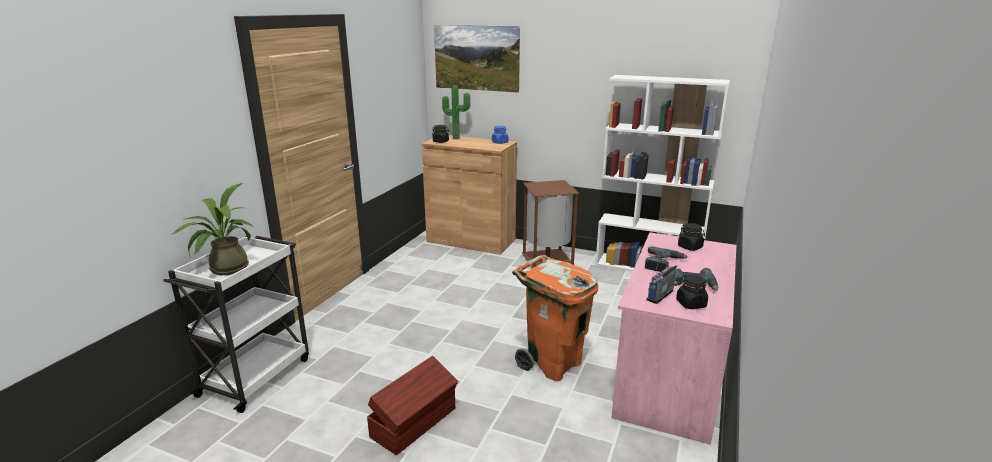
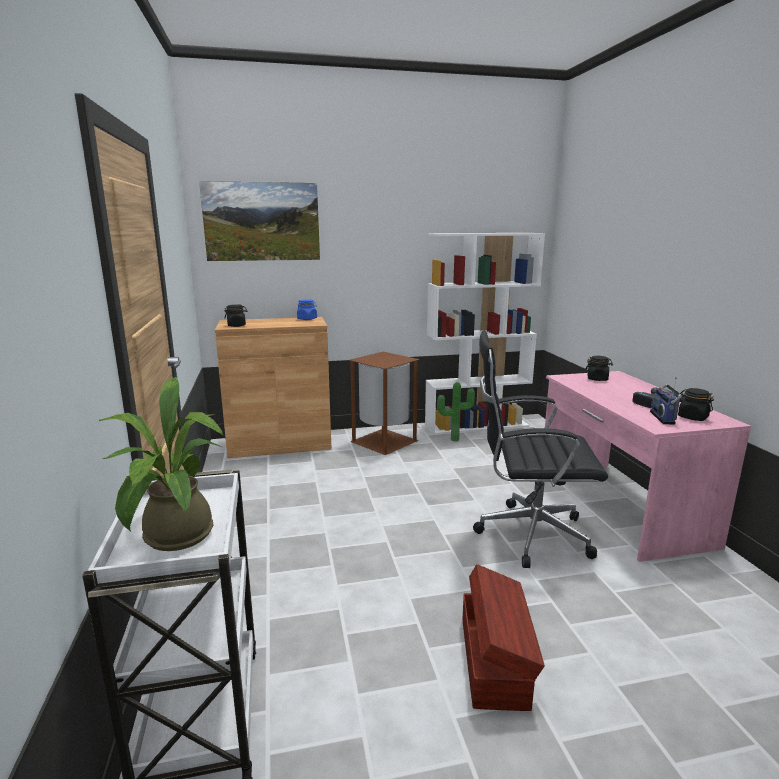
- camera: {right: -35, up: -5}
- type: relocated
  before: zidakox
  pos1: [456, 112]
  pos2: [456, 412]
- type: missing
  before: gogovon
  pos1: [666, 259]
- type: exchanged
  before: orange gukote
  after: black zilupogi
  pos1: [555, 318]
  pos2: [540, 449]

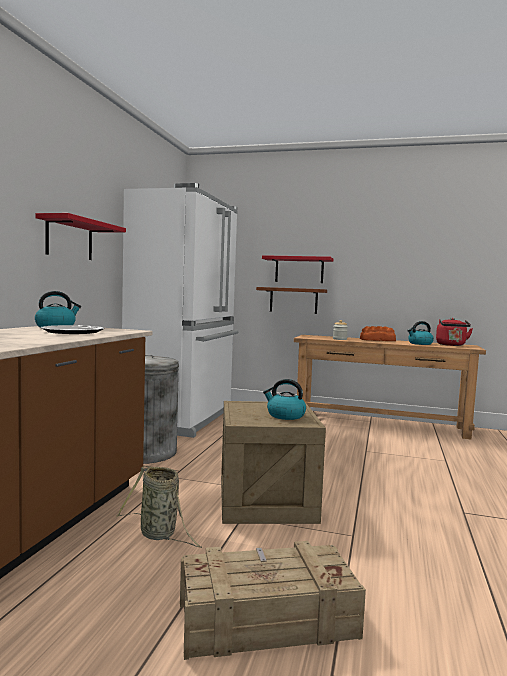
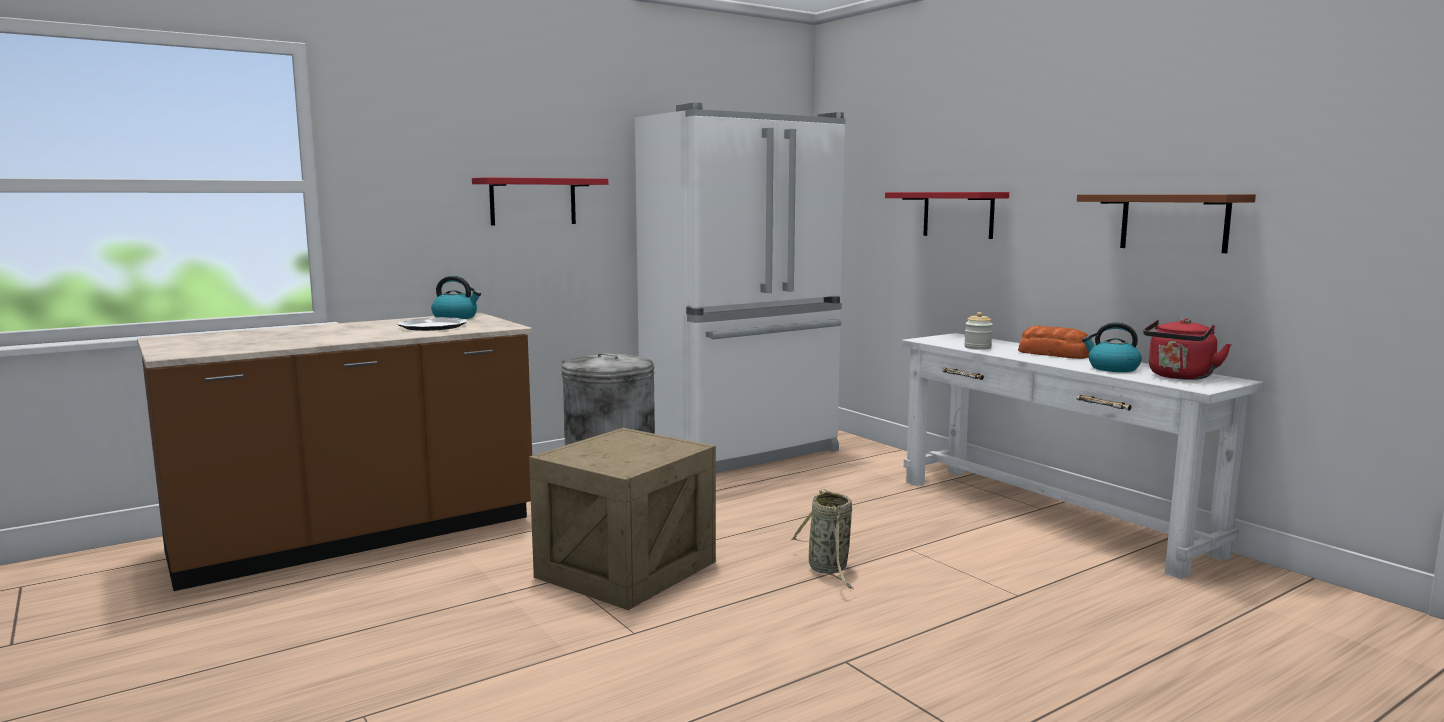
- camera: {right: 40, up: 5}
- type: relocated
  before: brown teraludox
  pos1: [291, 300]
  pos2: [1166, 223]
- type: colour
  before: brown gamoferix
  after: white gamoferix
  pos1: [390, 387]
  pos2: [1083, 456]
- type: missing
  before: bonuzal
  pos1: [284, 399]
- type: relocated
  before: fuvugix
  pos1: [159, 507]
  pos2: [822, 539]
- type: missing
  before: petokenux
  pos1: [273, 600]

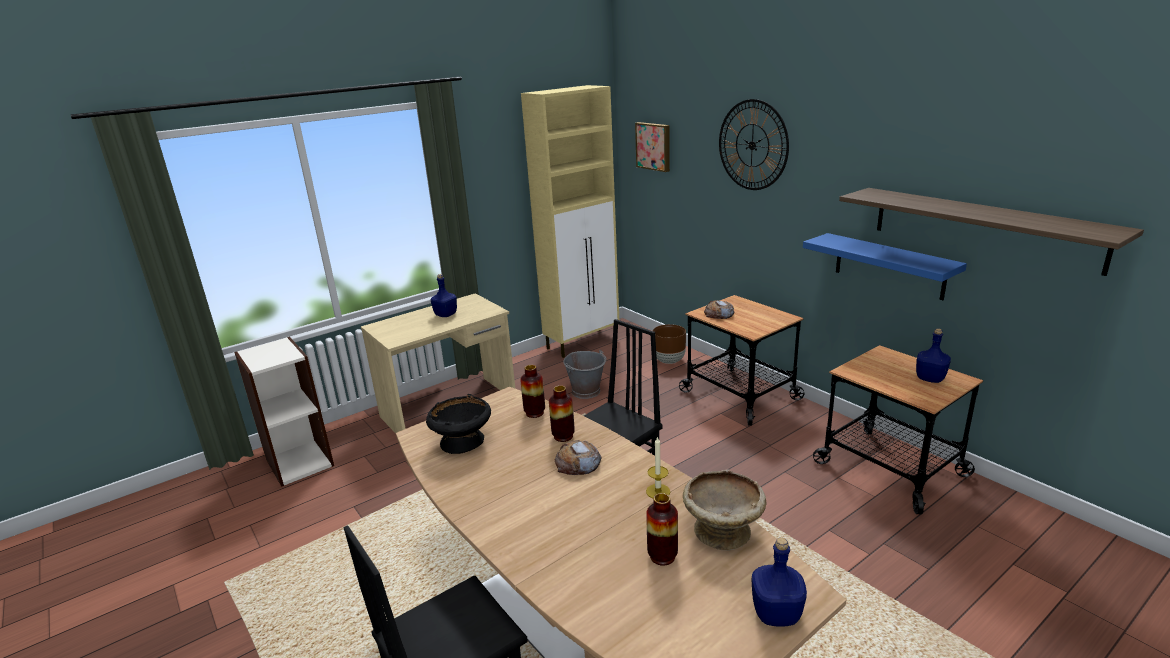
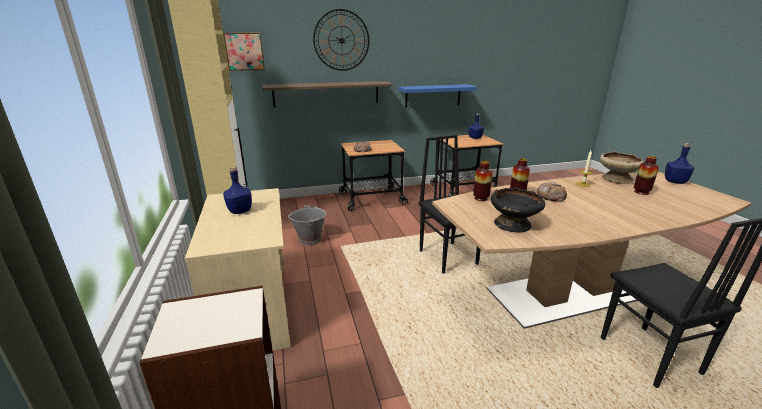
- camera: {right: -70, up: 0}
- type: relocated
  before: teraludox
  pos1: [991, 232]
  pos2: [327, 94]
- type: missing
  before: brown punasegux
  pos1: [669, 344]

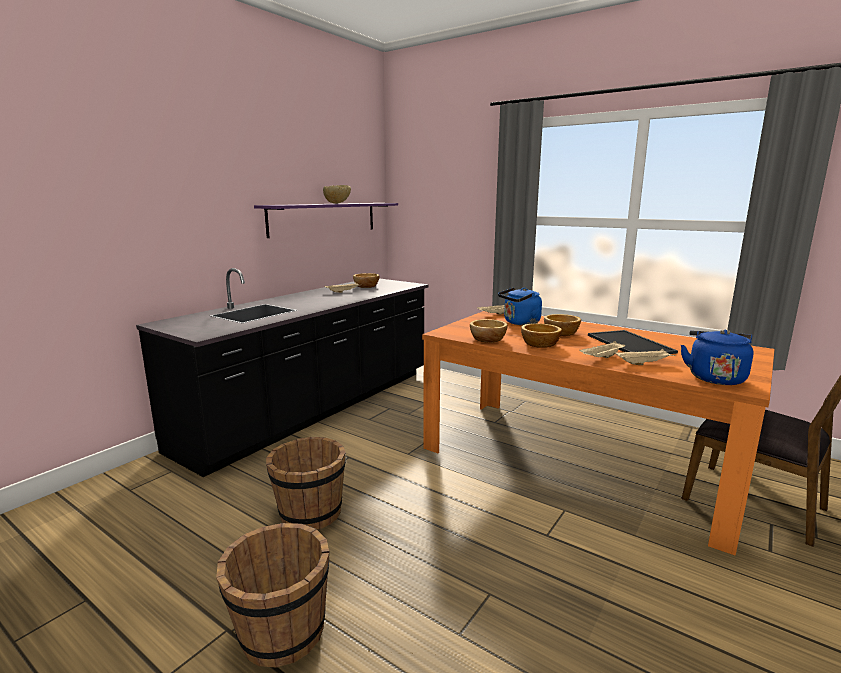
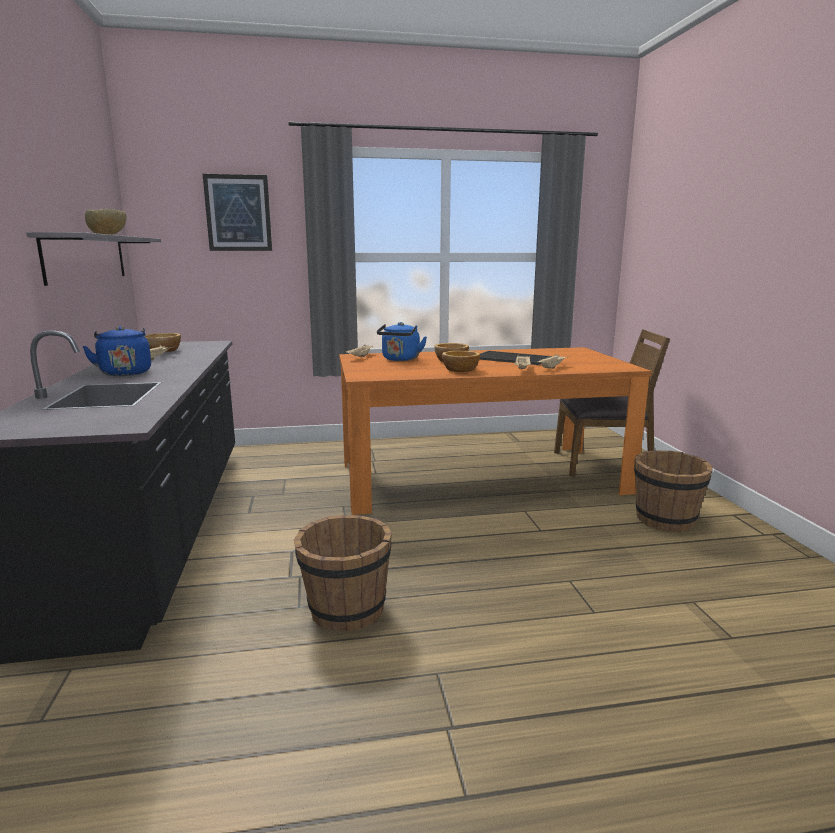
- camera: {right: -45, up: 0}
- type: colour
  before: purple teraludox
  after: grey teraludox
  pos1: [326, 220]
  pos2: [93, 259]
- type: missing
  before: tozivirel
  pos1: [489, 331]
- type: relocated
  before: blue bonuzal
  pos1: [717, 357]
  pos2: [116, 351]
- type: relocated
  before: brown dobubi
  pos1: [272, 595]
  pos2: [673, 491]
- type: appeared
  after: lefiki
  pos2: [237, 212]

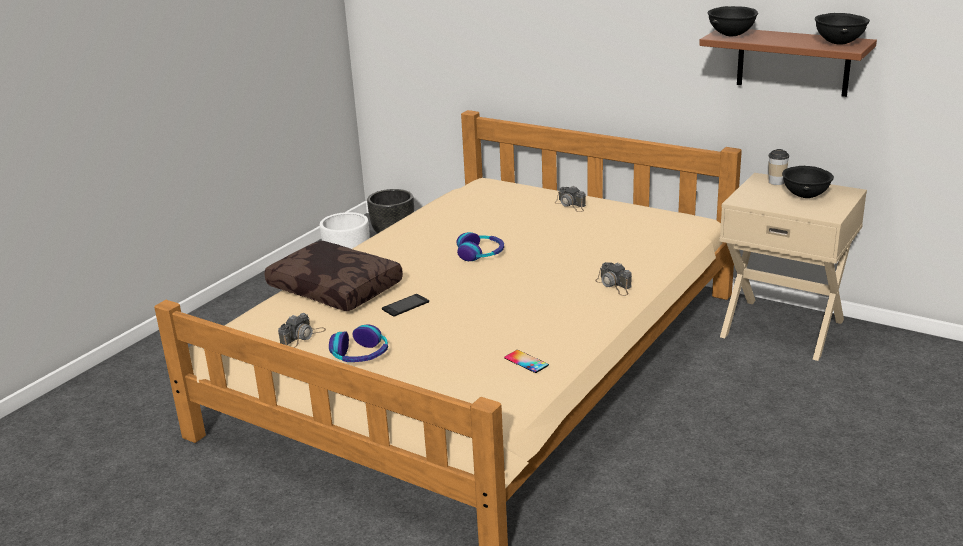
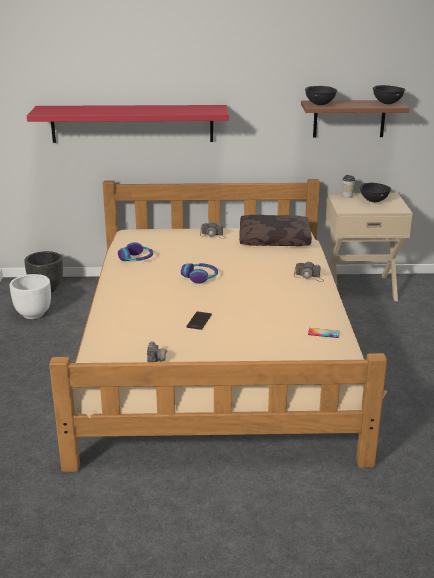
- camera: {right: -35, up: 0}
- type: relocated
  before: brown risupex
  pos1: [333, 276]
  pos2: [275, 230]
- type: relocated
  before: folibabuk
  pos1: [358, 343]
  pos2: [135, 251]
- type: appeared
  after: red teraludox
  pos2: [128, 124]

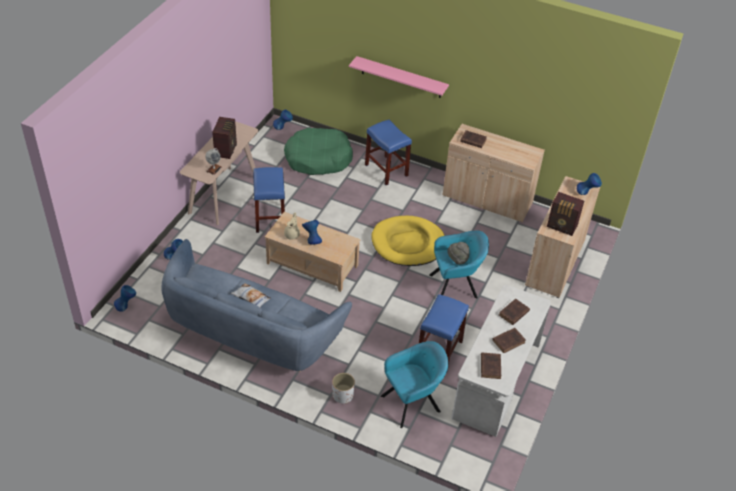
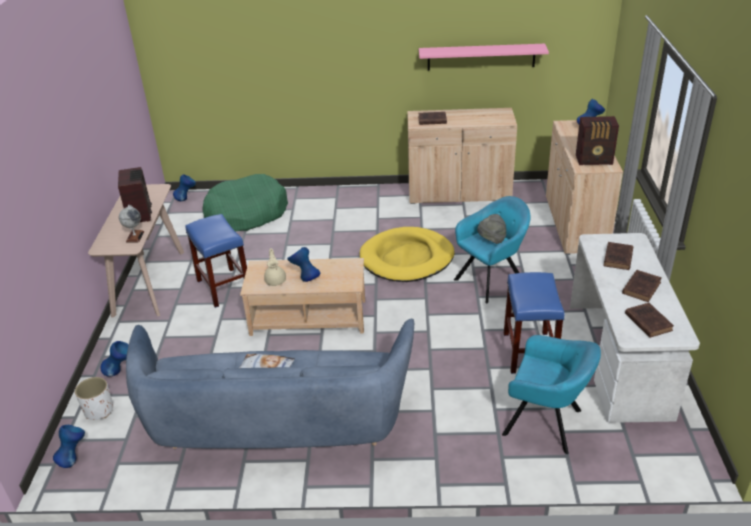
- camera: {right: -20, up: -10}
- type: relocated
  before: pink teraludox
  pos1: [399, 77]
  pos2: [484, 57]
- type: missing
  before: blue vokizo
  pos1: [388, 152]
- type: spun
  before: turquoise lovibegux
  pos1: [414, 384]
  pos2: [551, 394]
  turn: 75
- type: relocated
  before: white punasegux
  pos1: [343, 388]
  pos2: [94, 398]

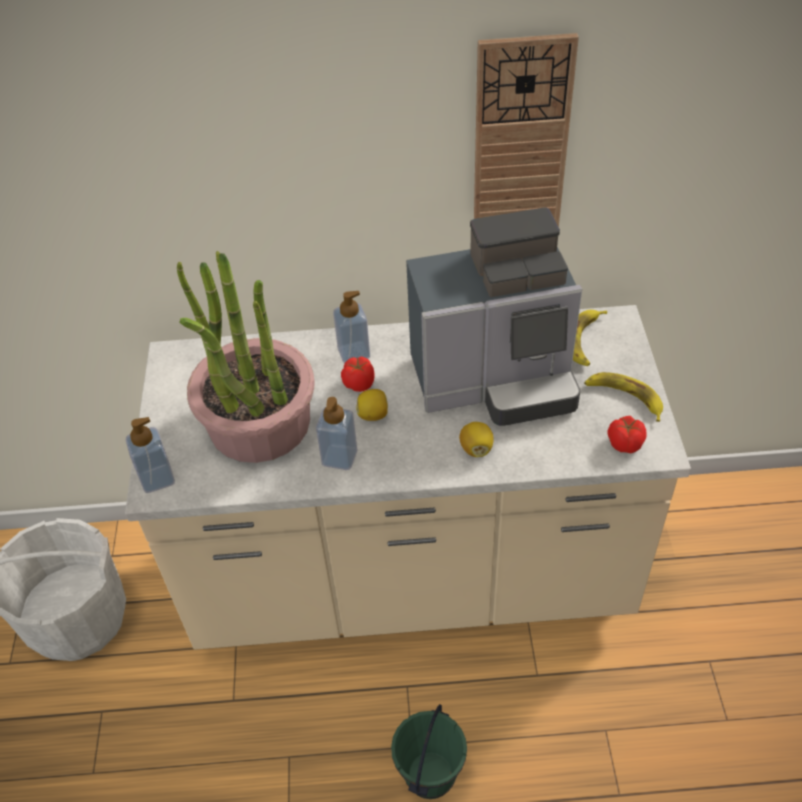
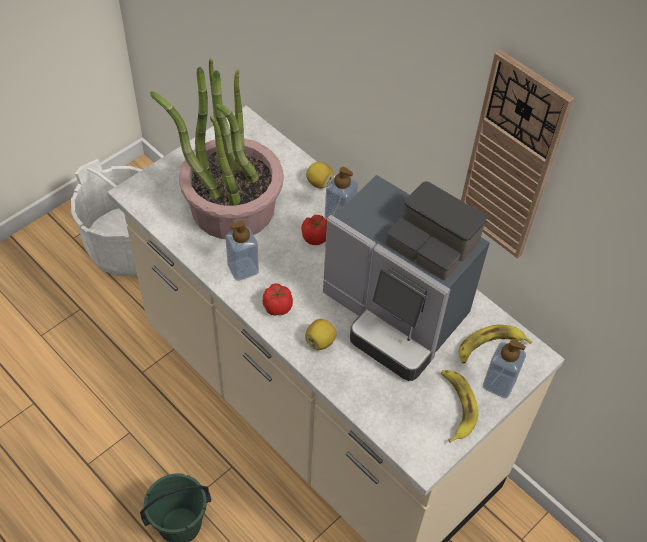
- camera: {right: 45, up: 5}
- type: relocated
  before: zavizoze
  pos1: [372, 405]
  pos2: [320, 175]
- type: relocated
  before: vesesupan
  pos1: [626, 434]
  pos2: [278, 299]
- type: relocated
  before: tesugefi
  pos1: [150, 455]
  pos2: [504, 368]

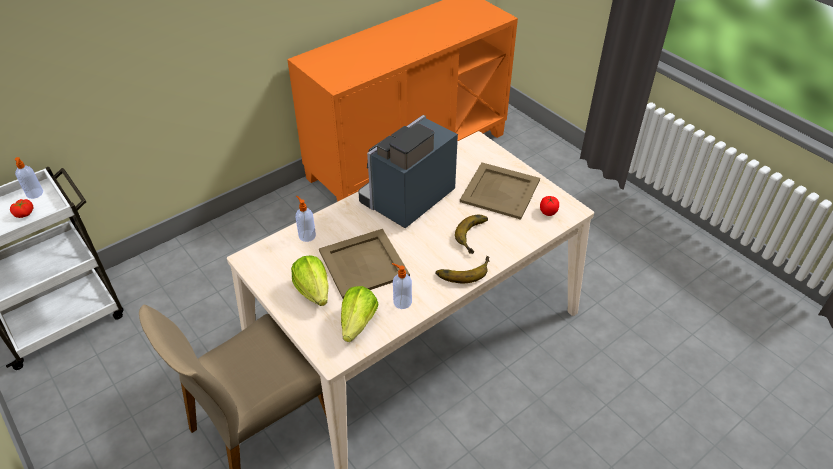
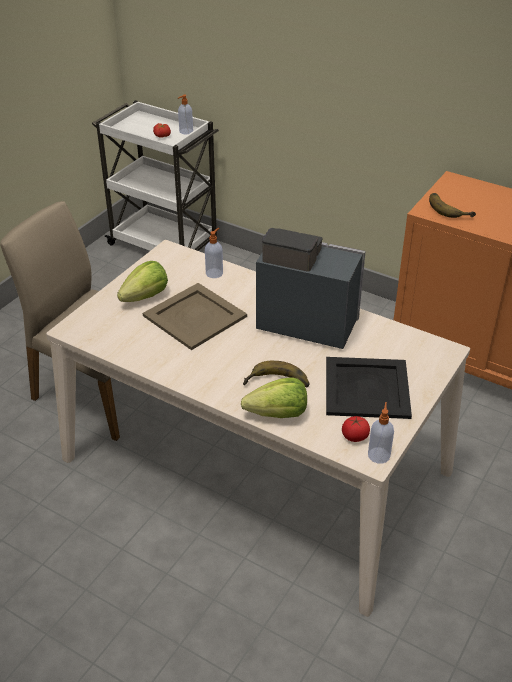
- camera: {right: 70, up: -5}
- type: colour
  before: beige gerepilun
  after: black gerepilun
  pos1: [500, 191]
  pos2: [369, 388]
- type: relocated
  before: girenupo
  pos1: [462, 269]
  pos2: [452, 205]
- type: relocated
  before: tesugefi
  pos1: [402, 286]
  pos2: [381, 433]
- type: relocated
  before: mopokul
  pos1: [359, 314]
  pos2: [274, 397]

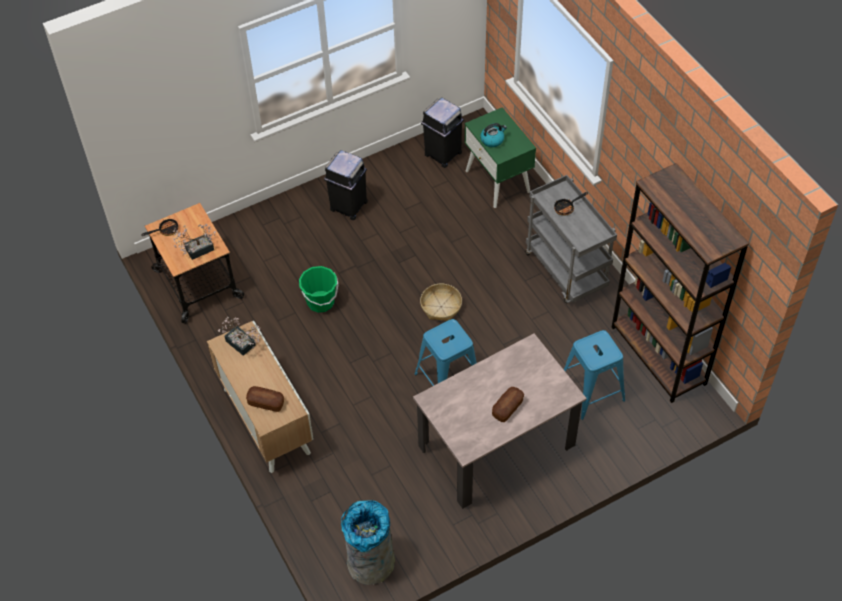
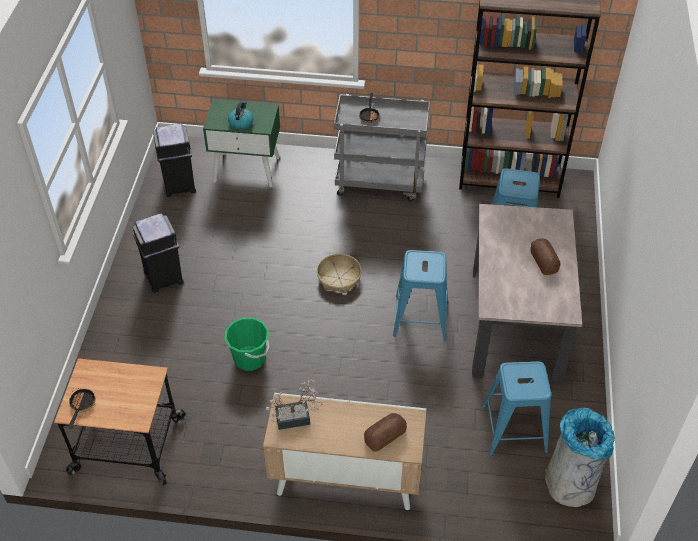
- camera: {right: -55, up: -5}
- type: missing
  before: zidakox
  pos1: [194, 242]
- type: appeared
  after: blue vokizo
  pos2: [516, 408]

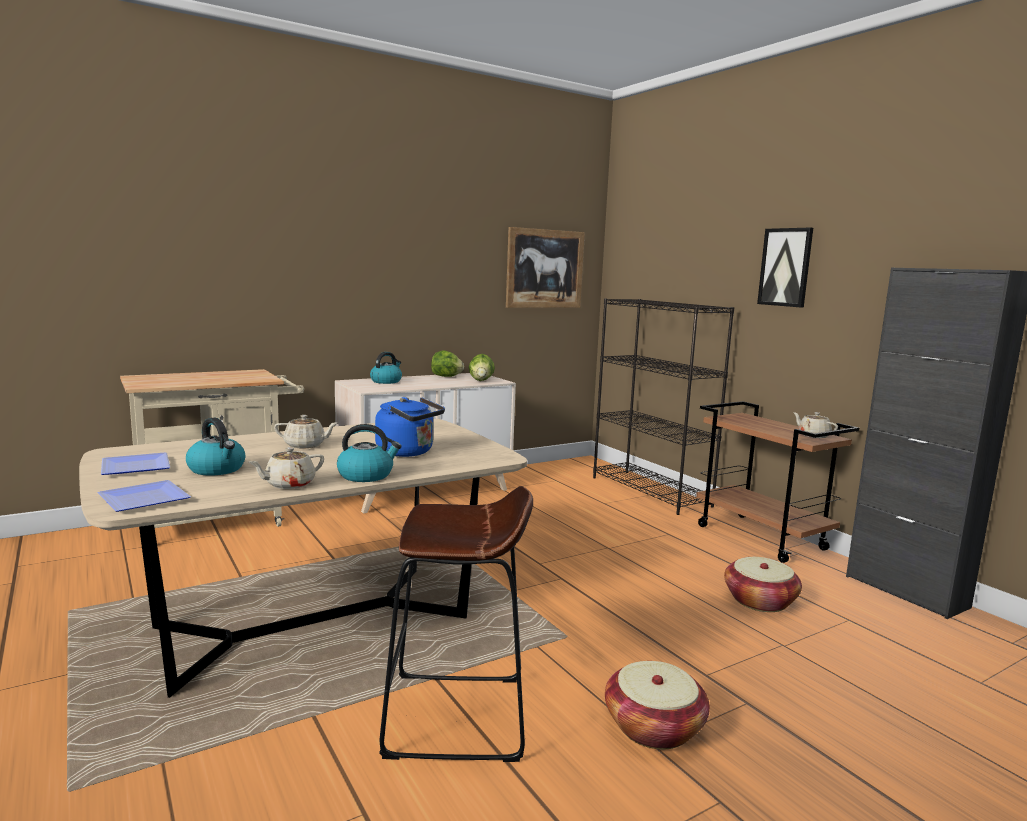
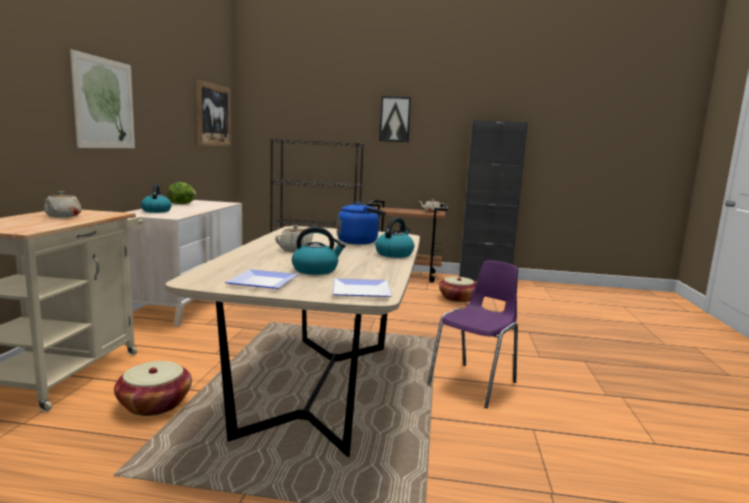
- camera: {right: -50, up: 0}
- type: missing
  before: mopokul
  pos1: [482, 367]
- type: relocated
  before: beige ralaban
  pos1: [286, 468]
  pos2: [63, 204]
- type: exchanged
  before: brown vokizo
  after: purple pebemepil
  pos1: [456, 624]
  pos2: [472, 334]
- type: relocated
  before: fuvugix
  pos1: [657, 705]
  pos2: [153, 388]
- type: appeared
  after: lefiki
  pos2: [102, 98]

